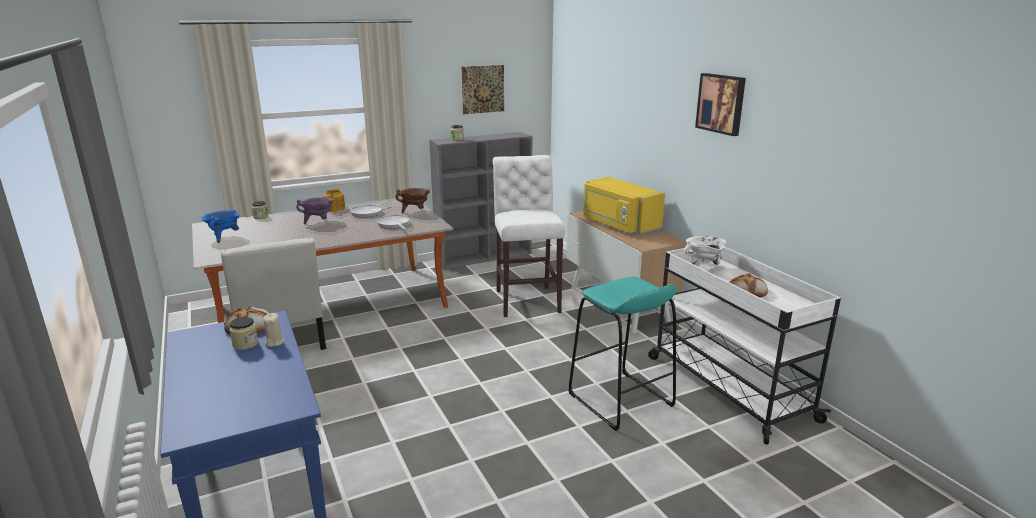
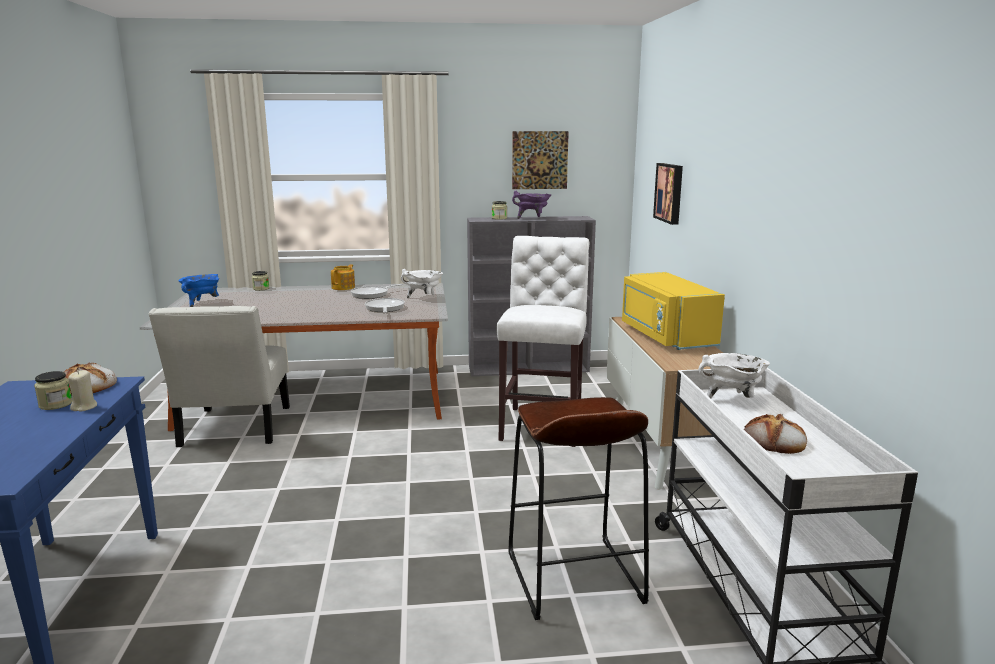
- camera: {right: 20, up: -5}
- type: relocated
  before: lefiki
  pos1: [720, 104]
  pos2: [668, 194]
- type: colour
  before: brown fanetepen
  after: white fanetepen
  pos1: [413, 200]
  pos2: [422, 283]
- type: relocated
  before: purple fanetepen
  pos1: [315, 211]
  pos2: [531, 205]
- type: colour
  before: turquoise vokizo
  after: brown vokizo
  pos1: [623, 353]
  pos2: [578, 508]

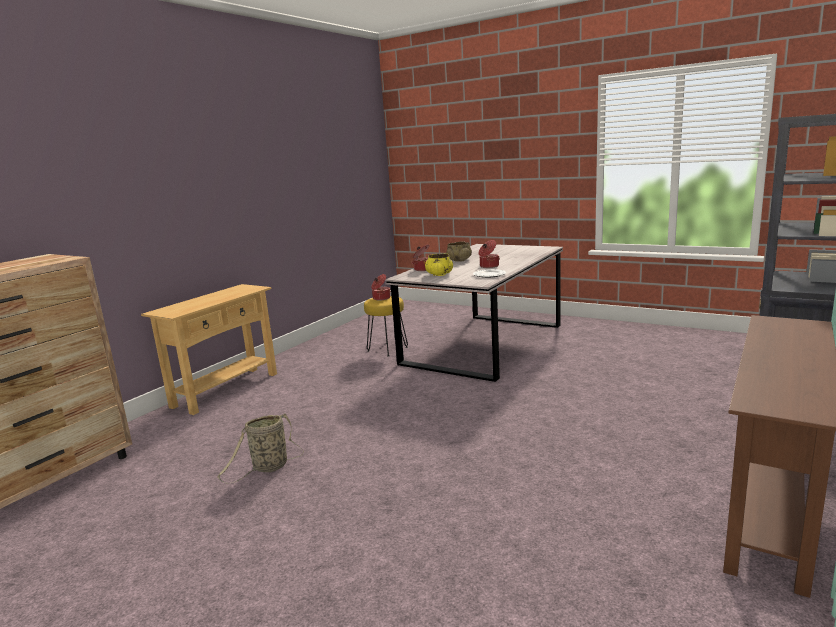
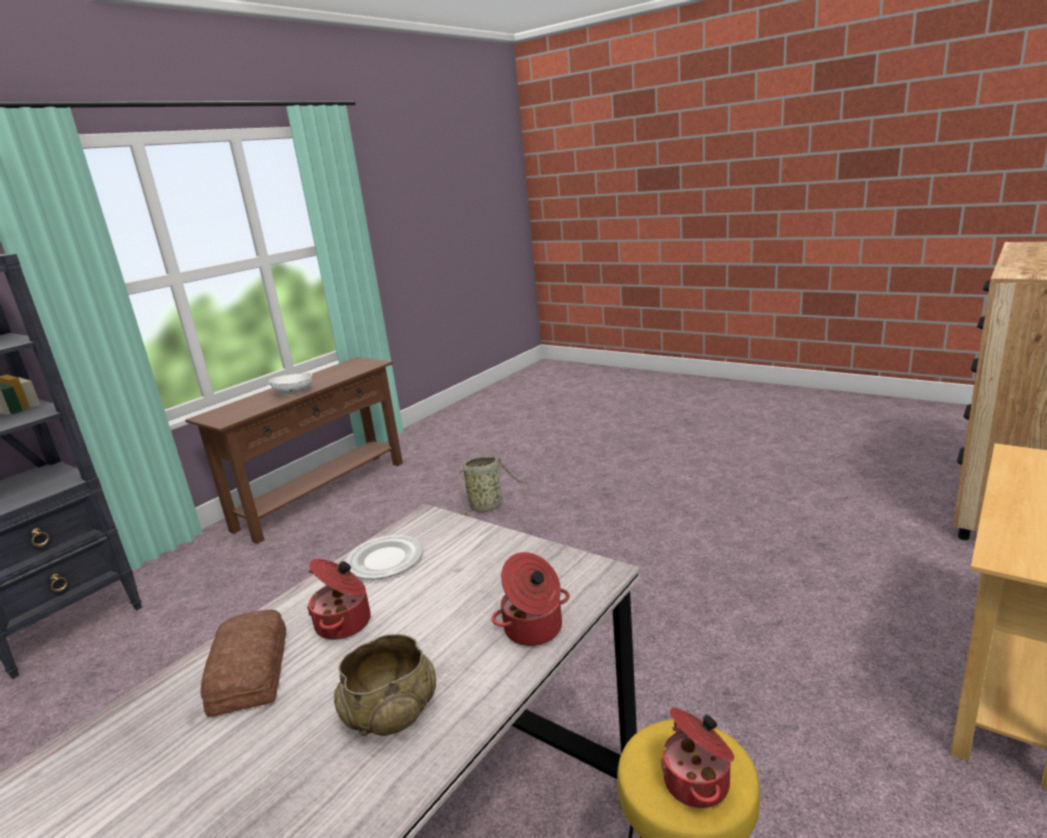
- camera: {right: -175, up: 5}
- type: missing
  before: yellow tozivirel
  pos1: [439, 264]
- type: relocated
  before: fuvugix
  pos1: [260, 449]
  pos2: [491, 486]
- type: appeared
  after: white tozivirel
  pos2: [291, 383]
- type: appeared
  after: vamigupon
  pos2: [243, 663]

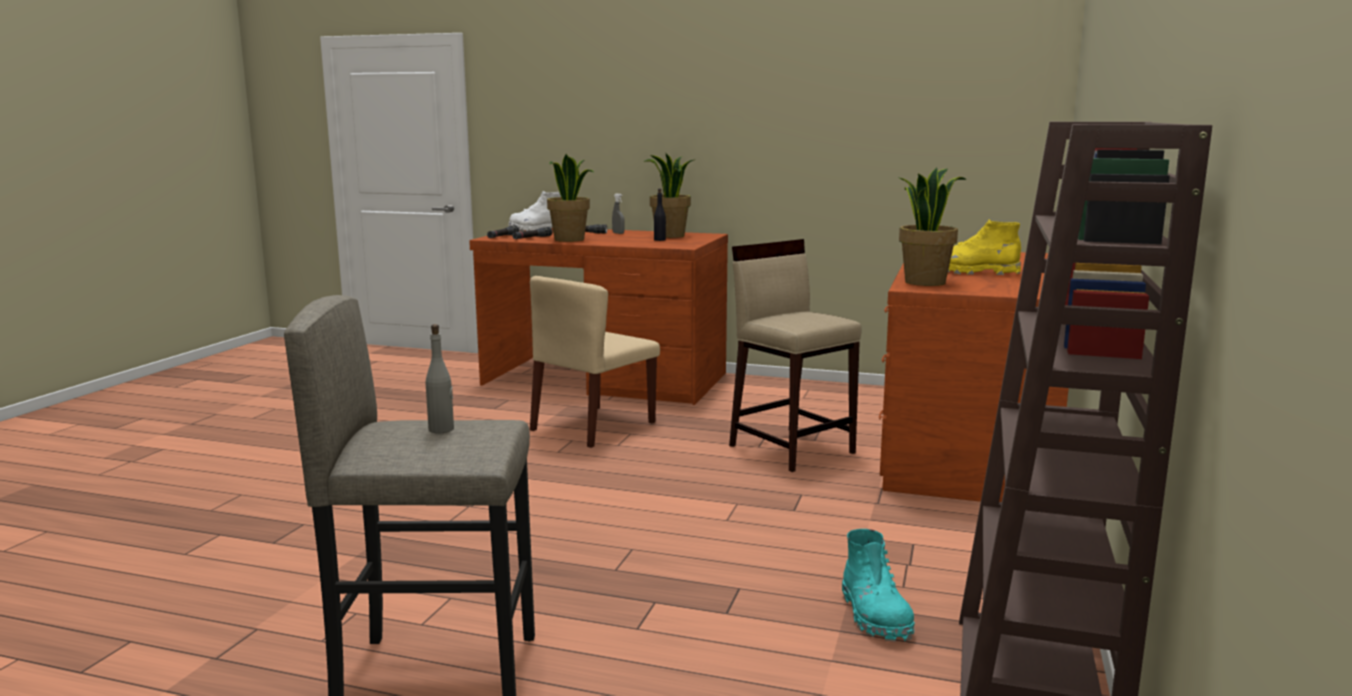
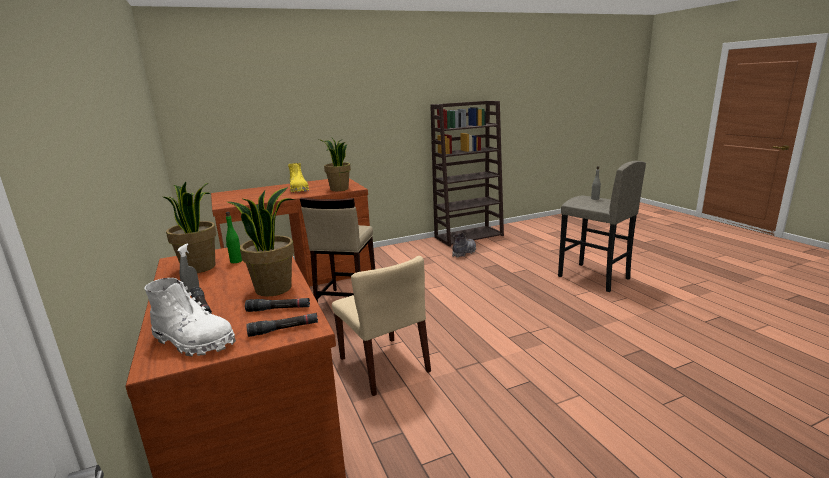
- camera: {right: -130, up: 5}
- type: colour
  before: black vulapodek
  after: green vulapodek
  pos1: [660, 215]
  pos2: [234, 237]
- type: spun
  before: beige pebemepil
  pos1: [595, 362]
  pos2: [381, 326]
  turn: 60
- type: colour
  before: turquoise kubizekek
  after: grey kubizekek
  pos1: [878, 585]
  pos2: [464, 245]

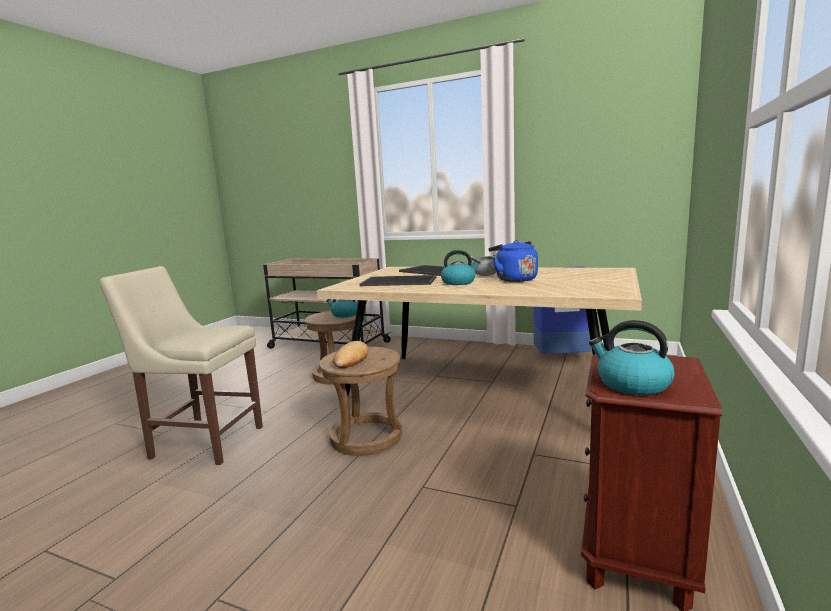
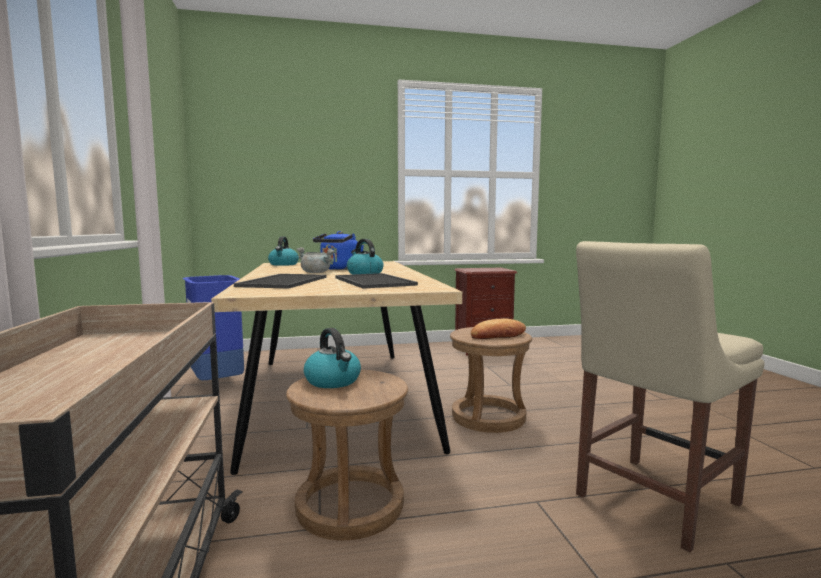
- camera: {right: -125, up: -5}
- type: spun
  before: beige pebemepil
  pos1: [181, 365]
  pos2: [670, 396]
  turn: 75
- type: relocated
  before: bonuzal
  pos1: [631, 357]
  pos2: [283, 251]

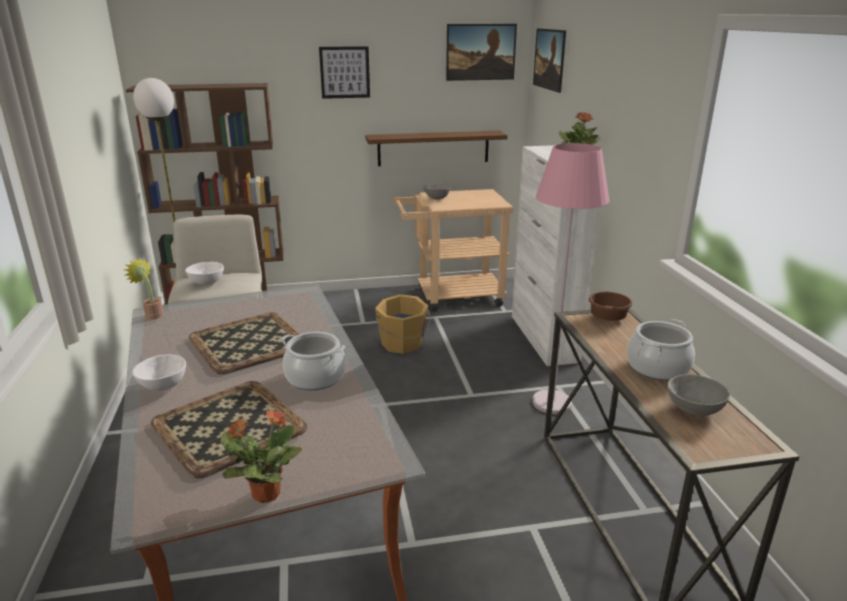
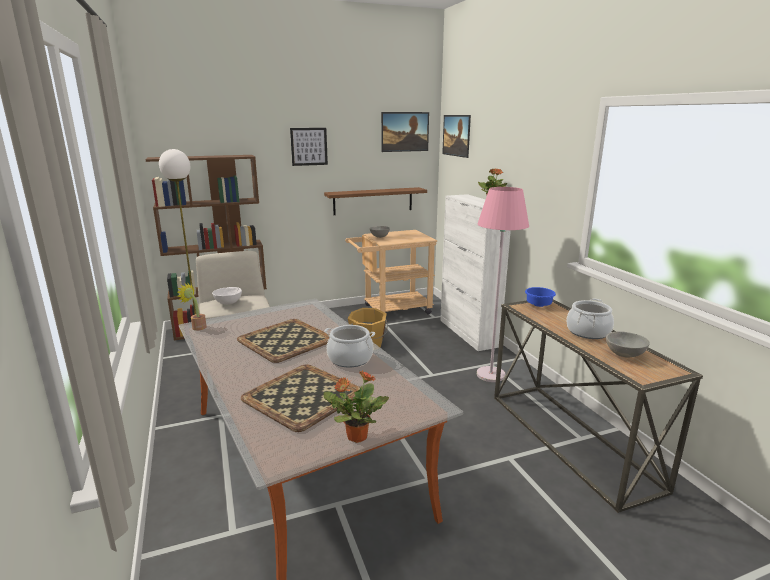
- camera: {right: -10, up: -5}
- type: colour
  before: brown tozivirel
  after: blue tozivirel
  pos1: [610, 306]
  pos2: [540, 297]
- type: missing
  before: white tozivirel
  pos1: [159, 372]

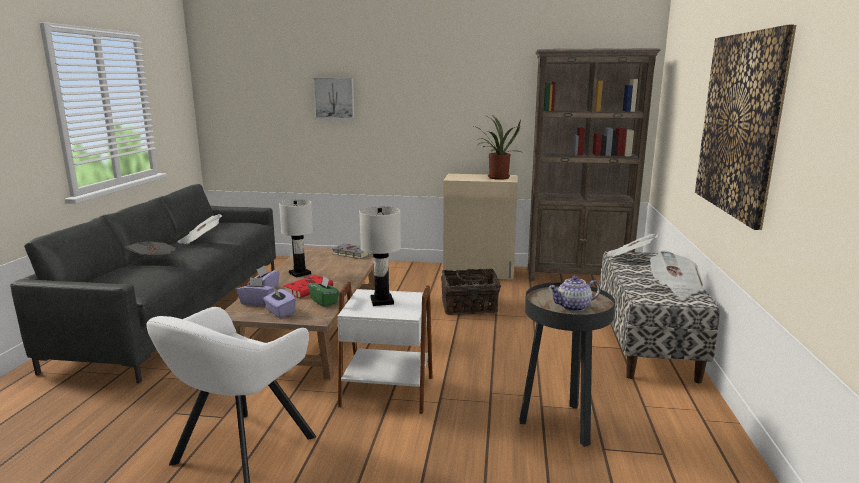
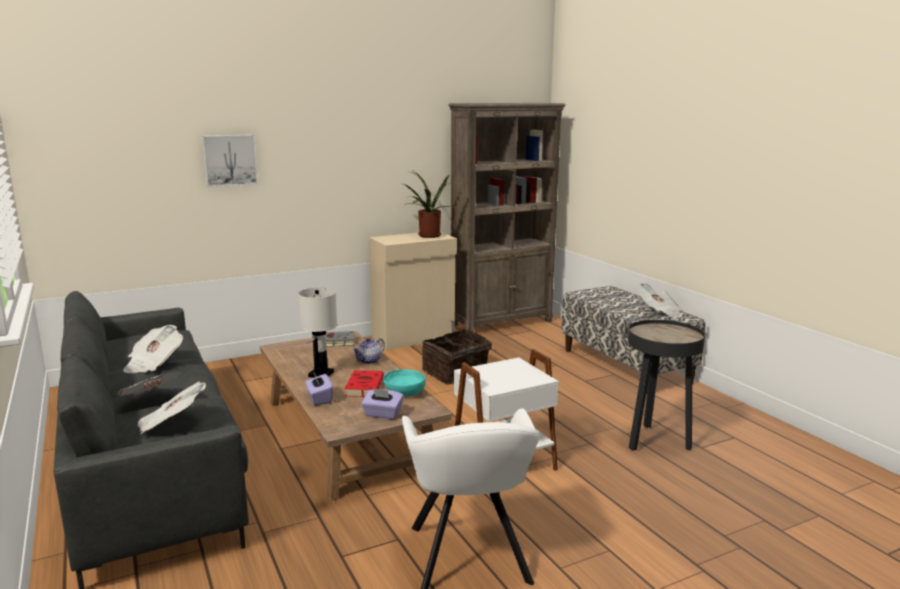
- camera: {right: -35, up: 0}
- type: missing
  before: lefiki
  pos1: [745, 127]
- type: missing
  before: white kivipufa
  pos1: [380, 256]
- type: relocated
  before: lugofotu
  pos1: [632, 246]
  pos2: [172, 408]
- type: relocated
  before: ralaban
  pos1: [574, 294]
  pos2: [369, 351]
- type: missing
  before: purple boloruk
  pos1: [255, 291]
- type: exchanged
  before: green boloruk
  after: turquoise tozivirel
  pos1: [323, 292]
  pos2: [404, 382]

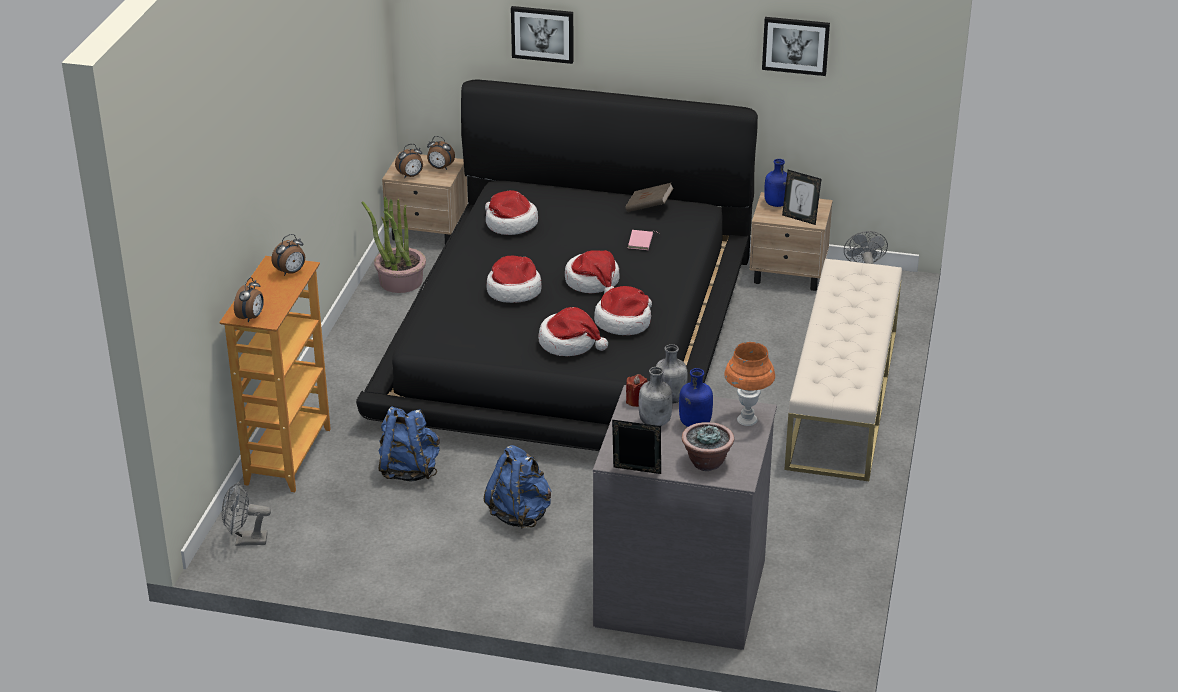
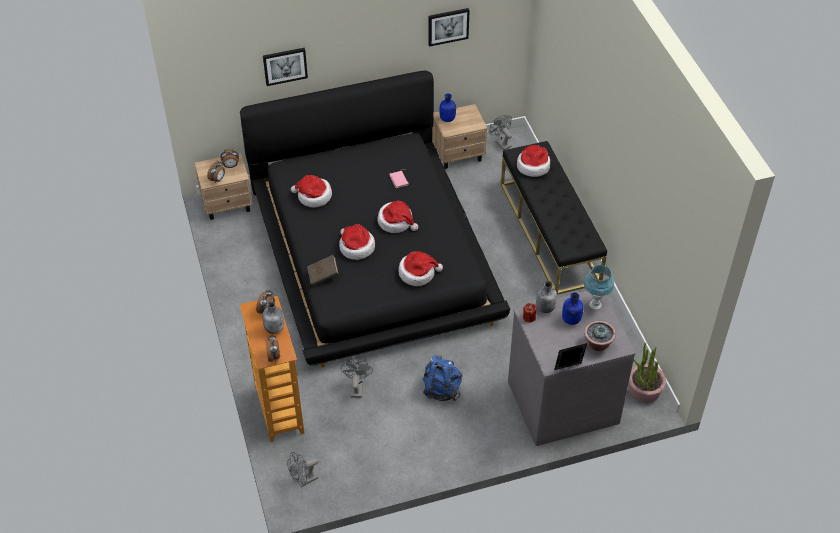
- camera: {right: -30, up: 15}
- type: missing
  before: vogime
  pos1: [801, 197]
- type: relocated
  before: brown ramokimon
  pos1: [649, 197]
  pos2: [322, 270]
- type: relocated
  before: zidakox
  pos1: [394, 245]
  pos2: [647, 373]
- type: colour
  before: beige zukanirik
  after: black zukanirik
  pos1: [843, 370]
  pos2: [554, 218]
- type: relocated
  before: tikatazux
  pos1: [623, 310]
  pos2: [533, 161]
- type: colour
  before: orange kivipufa
  after: blue kivipufa
  pos1: [749, 384]
  pos2: [599, 287]
- type: relocated
  before: grey vulapodek
  pos1: [656, 396]
  pos2: [273, 317]
- type: exchanged
  before: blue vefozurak
  after: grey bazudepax
  pos1: [409, 443]
  pos2: [356, 378]

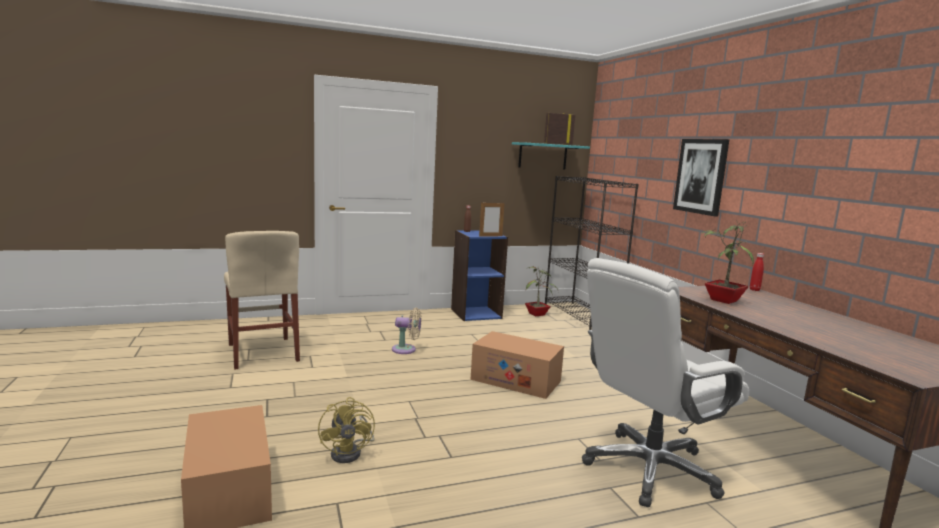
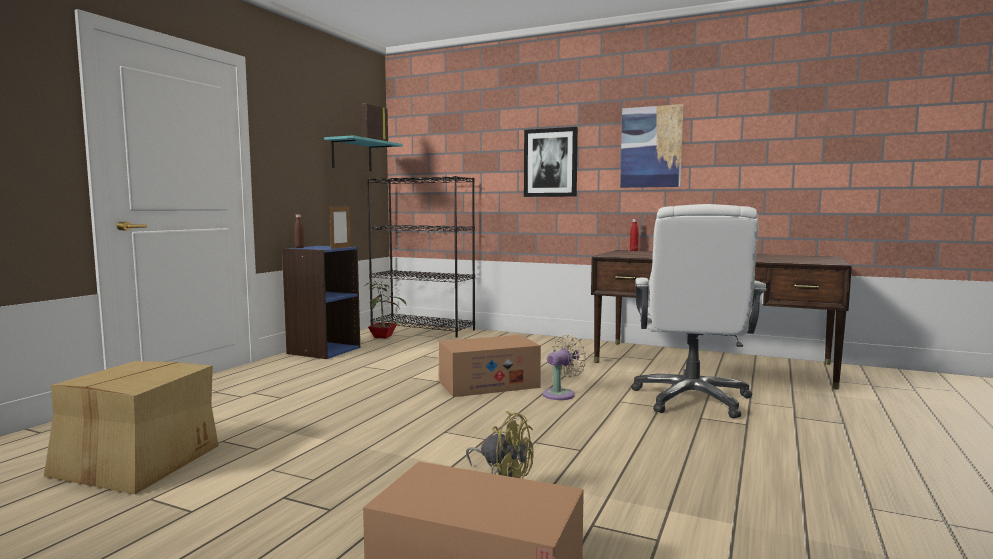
- camera: {right: -45, up: -5}
- type: missing
  before: zidakox
  pos1: [727, 262]
- type: exchanged
  before: beige pebemepil
  after: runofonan
  pos1: [262, 300]
  pos2: [131, 427]
- type: relocated
  before: beige bazudepax
  pos1: [407, 330]
  pos2: [565, 367]
- type: appeared
  after: lefiki
  pos2: [651, 146]

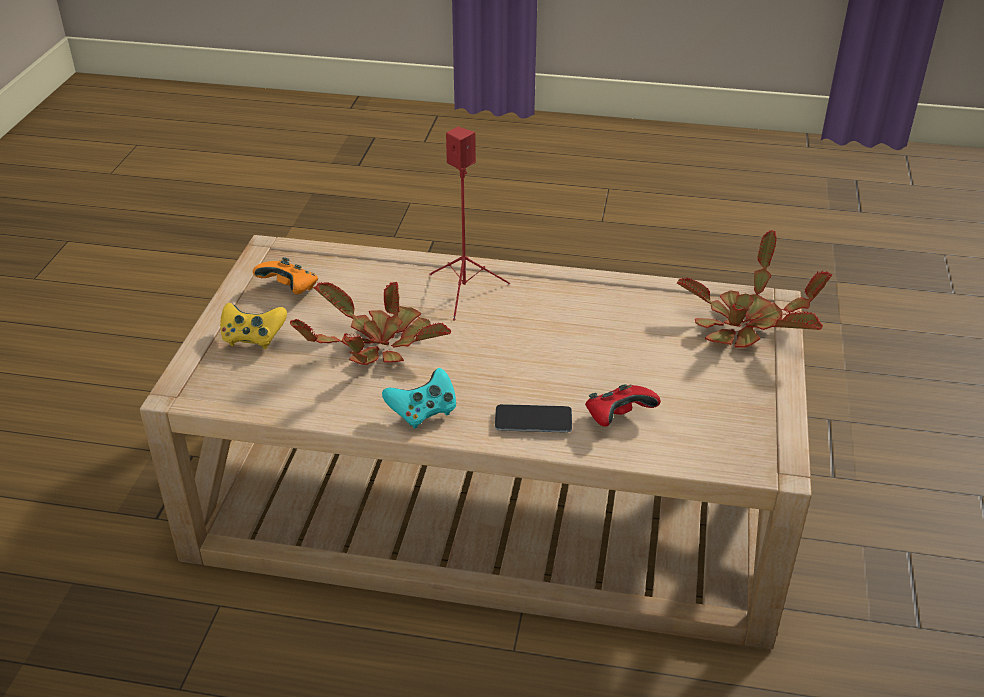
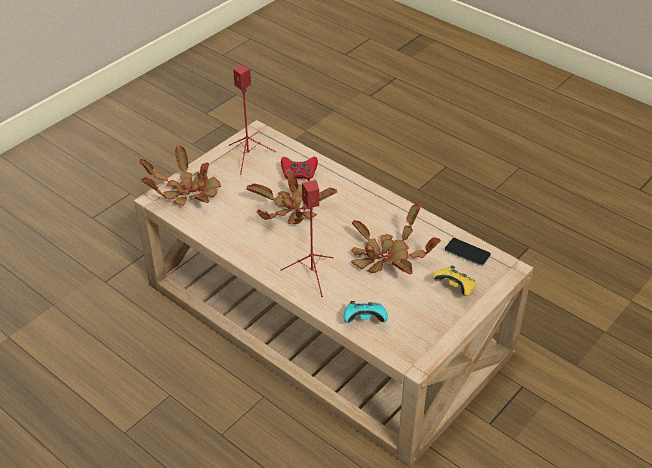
- camera: {right: -150, up: 5}
- type: missing
  before: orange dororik
  pos1: [285, 275]
- type: relocated
  before: turquoise dororik
  pos1: [419, 398]
  pos2: [366, 312]
- type: relocated
  before: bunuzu
  pos1: [533, 418]
  pos2: [468, 252]
- type: appeared
  after: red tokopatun
  pos2: [252, 120]
- type: appeared
  after: zidakox
  pos2: [291, 198]

